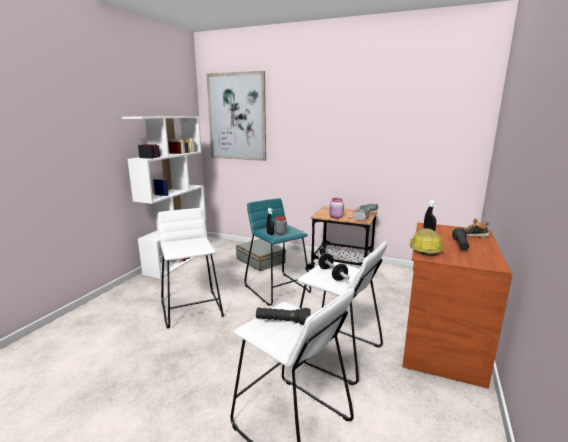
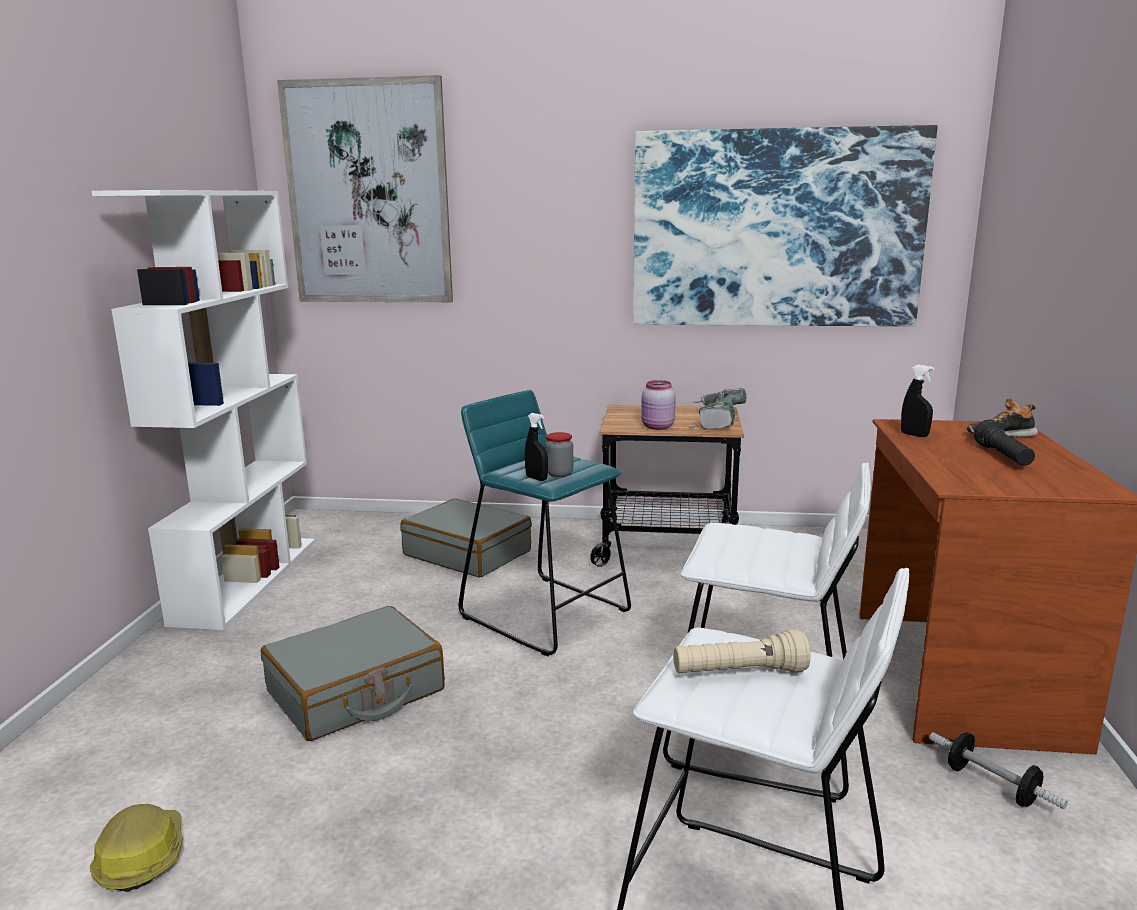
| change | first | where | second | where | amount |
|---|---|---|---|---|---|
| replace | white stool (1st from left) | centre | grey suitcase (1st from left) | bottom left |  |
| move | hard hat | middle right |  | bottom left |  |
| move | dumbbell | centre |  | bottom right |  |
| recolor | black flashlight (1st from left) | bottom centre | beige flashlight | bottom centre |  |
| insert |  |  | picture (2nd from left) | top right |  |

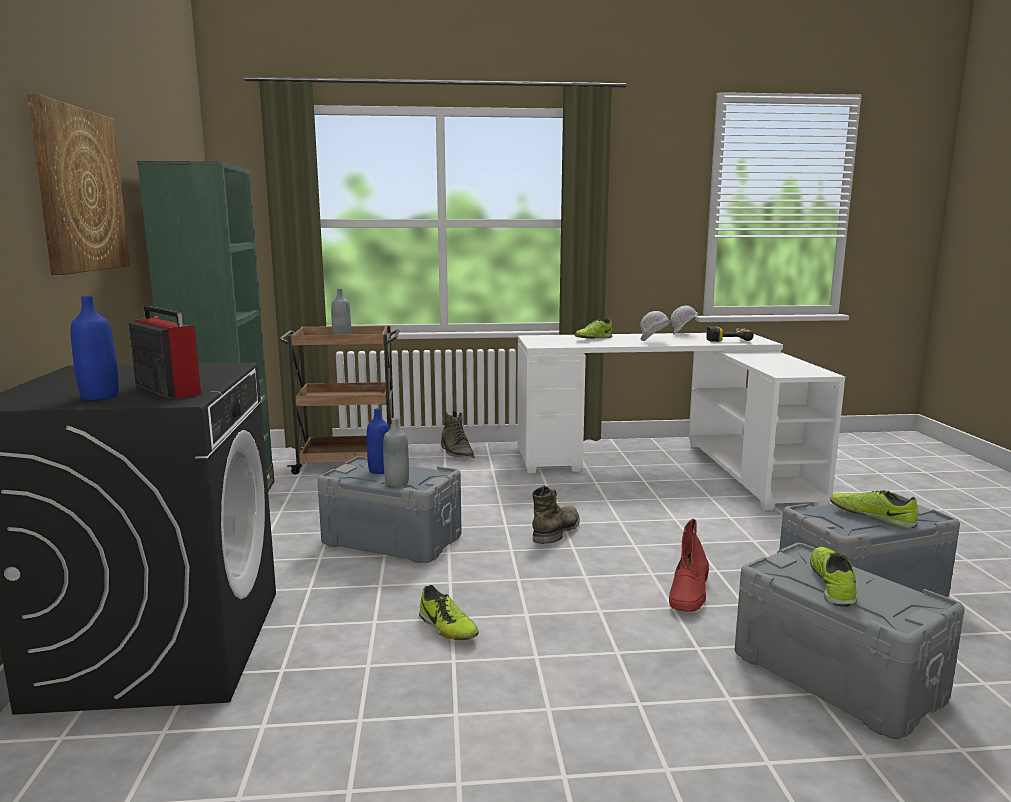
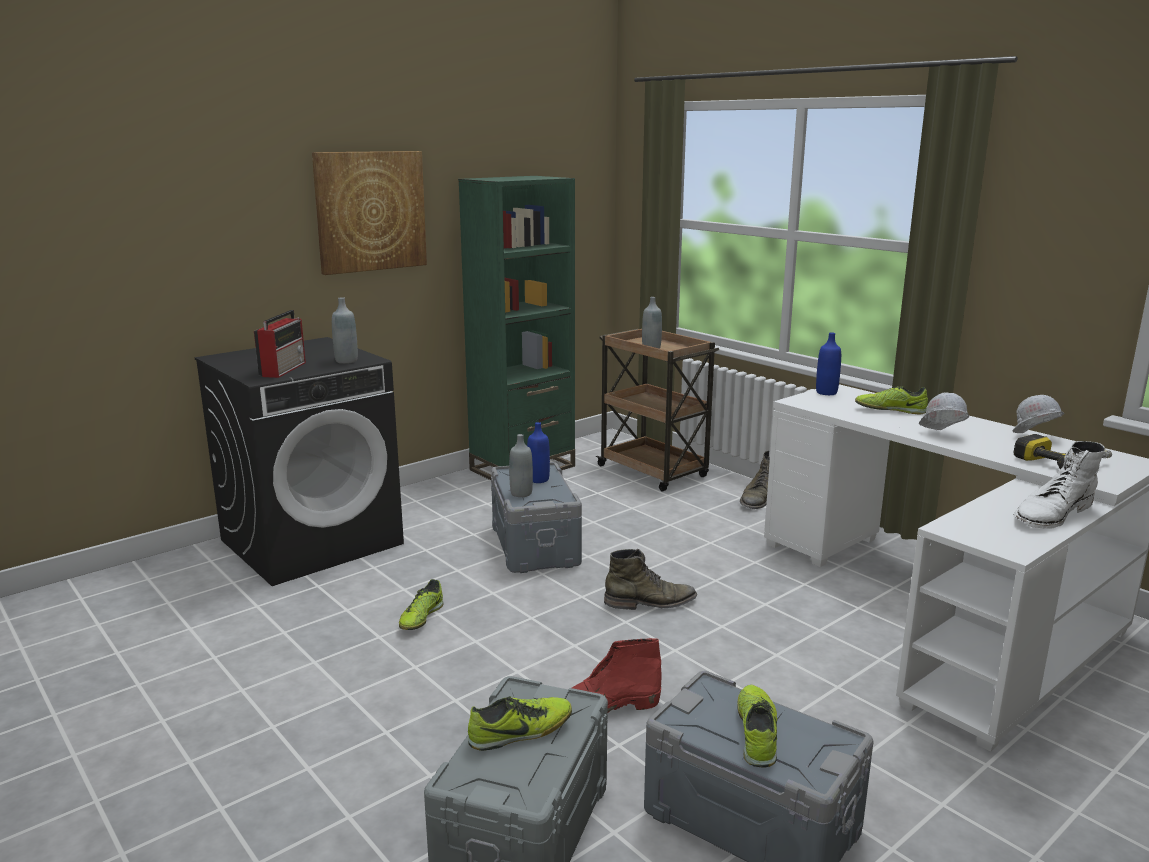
| change | first | where | second | where | amount |
|---|---|---|---|---|---|
| move | blue bottle (1st from left in the first image) | middle left | blue bottle (2nd from left) | middle right |  |
| insert |  |  | grey bottle (1st from left) | middle left |  |
| insert |  |  | white boot | middle right |  |

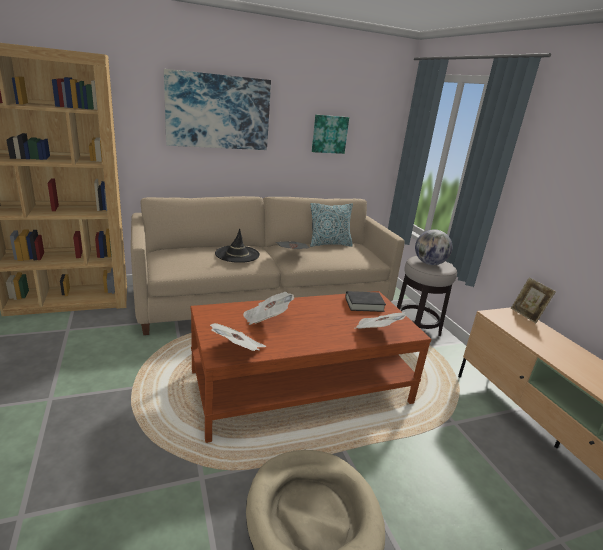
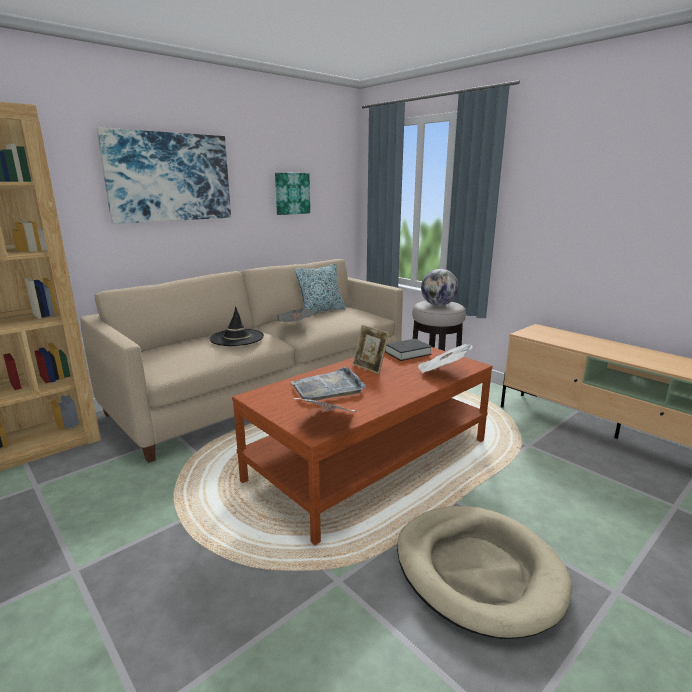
| change | first | where | second | where | amount |
|---|---|---|---|---|---|
| move | picture frame | middle right |  | centre |  |
| replace | newspaper (2nd from left) | centre | grey tray | centre |  |

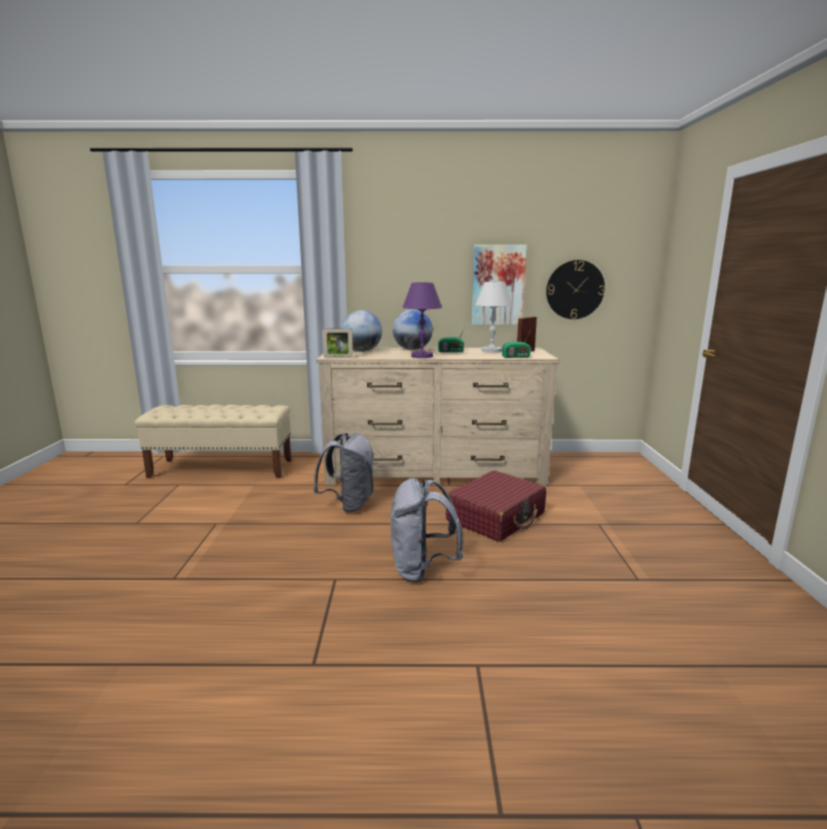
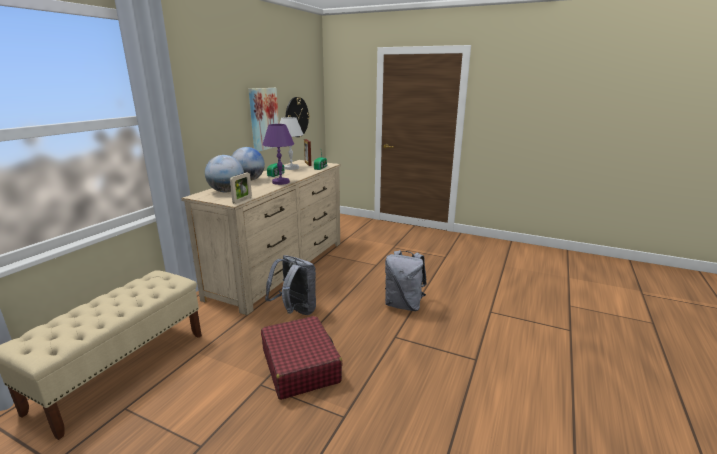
| change | first | where | second | where | amount |
|---|---|---|---|---|---|
| move | red suitcase | centre |  | bottom centre |  |

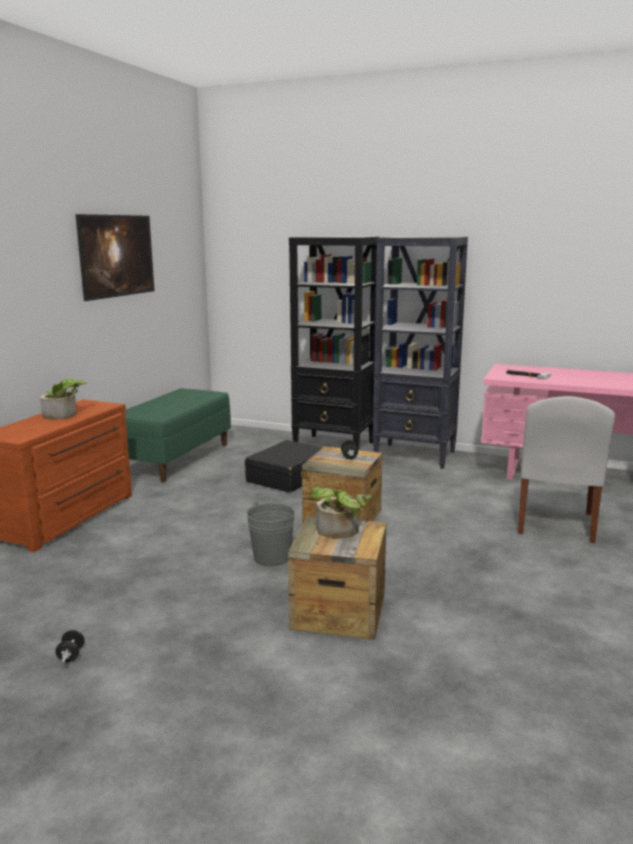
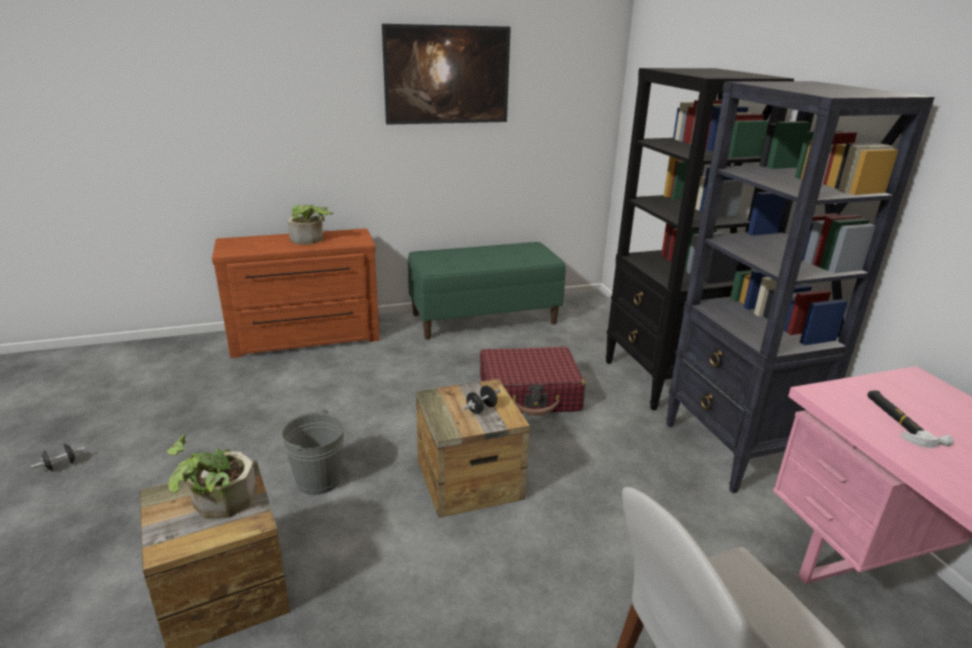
| change | first | where | second | where | amount |
|---|---|---|---|---|---|
| recolor | black suitcase | centre | red suitcase | centre |  |

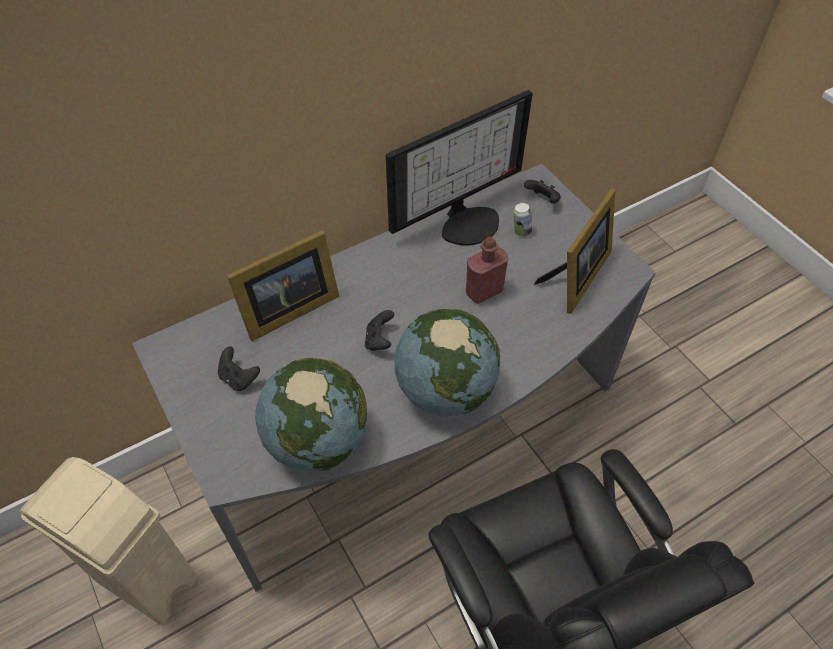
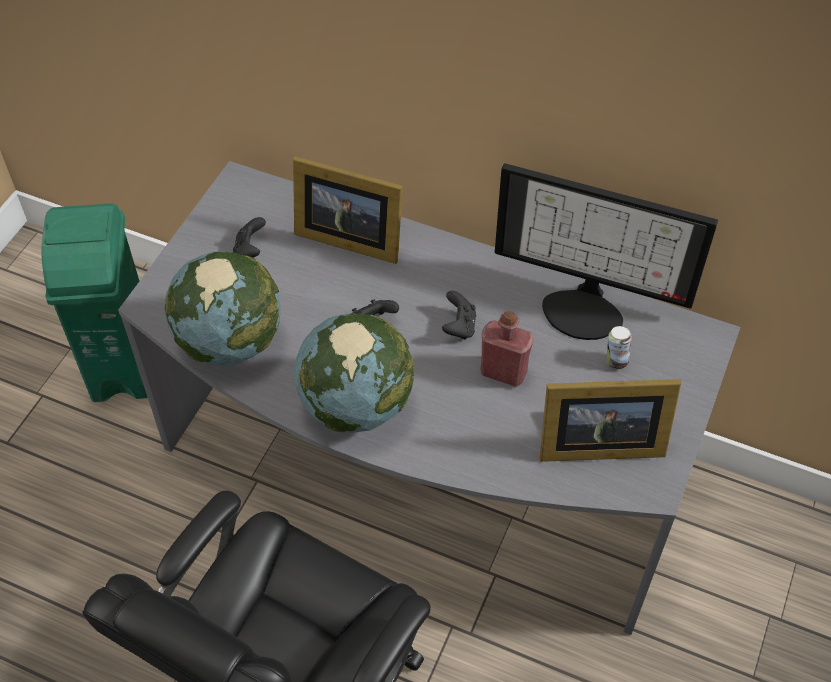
| change | first | where | second | where | amount |
|---|---|---|---|---|---|
| move | black game controller (3rd from left) | top centre |  | centre |  |
| recolor | beige trash can | bottom left | green trash can | middle left |  |

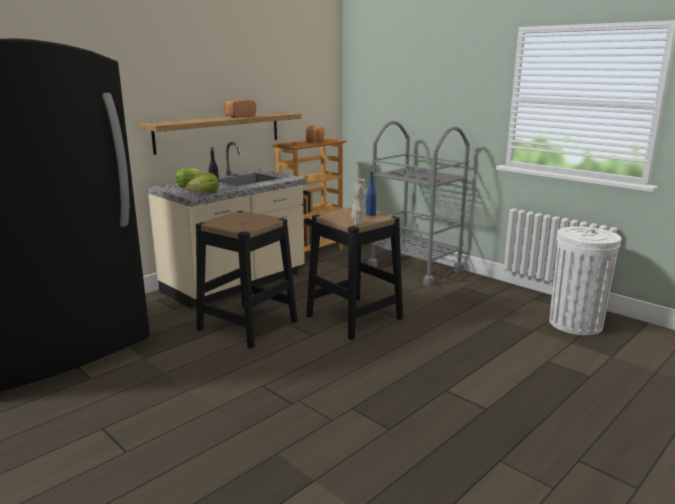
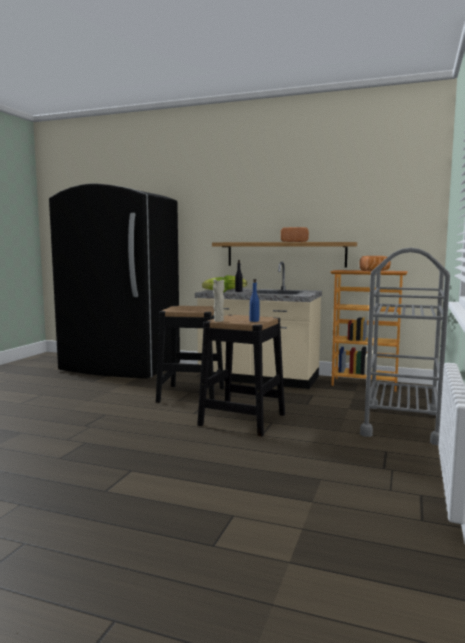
| change | first | where | second | where | amount |
|---|---|---|---|---|---|
| delete | white trash can | middle right |  |  |  |

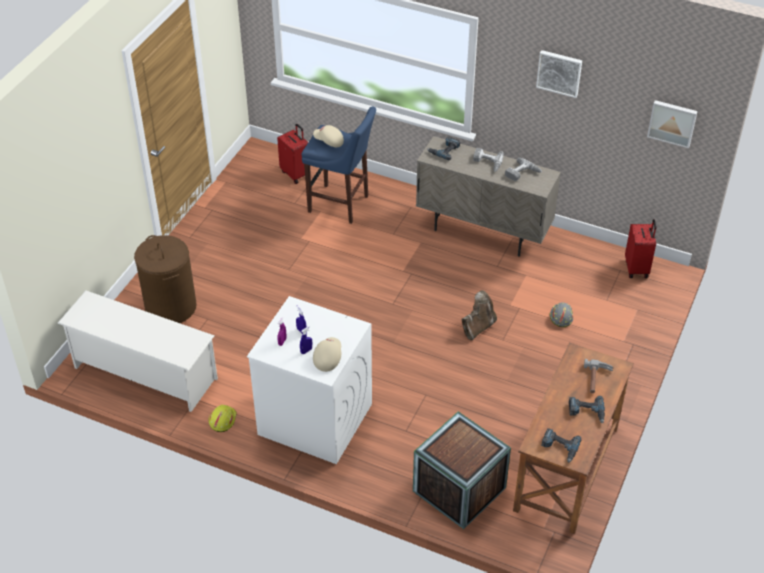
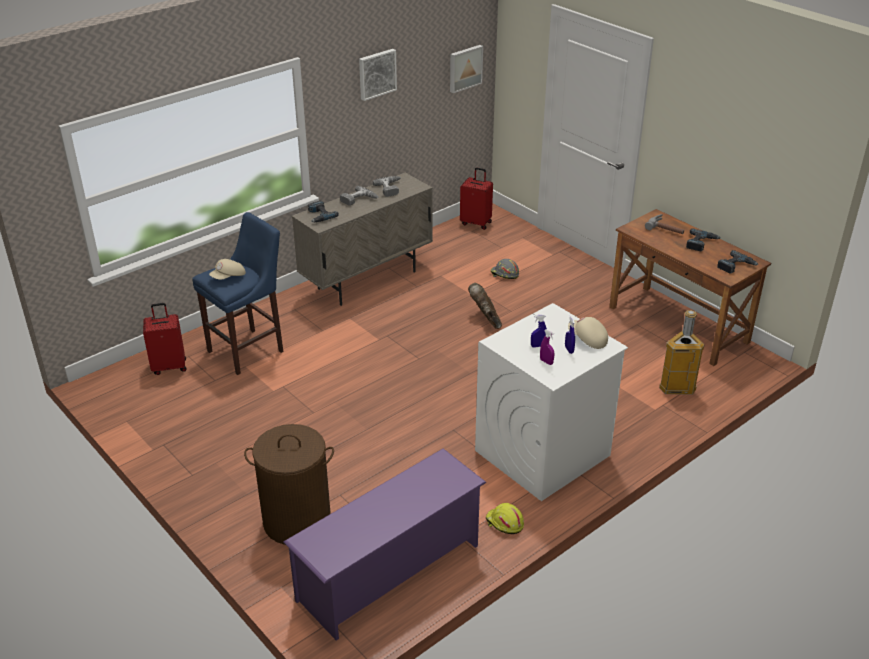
| change | first | where | second | where | amount |
|---|---|---|---|---|---|
| recolor | white shoe rack | middle left | purple shoe rack | bottom centre |  |
| replace | crate | bottom centre | trash can | middle right |  |

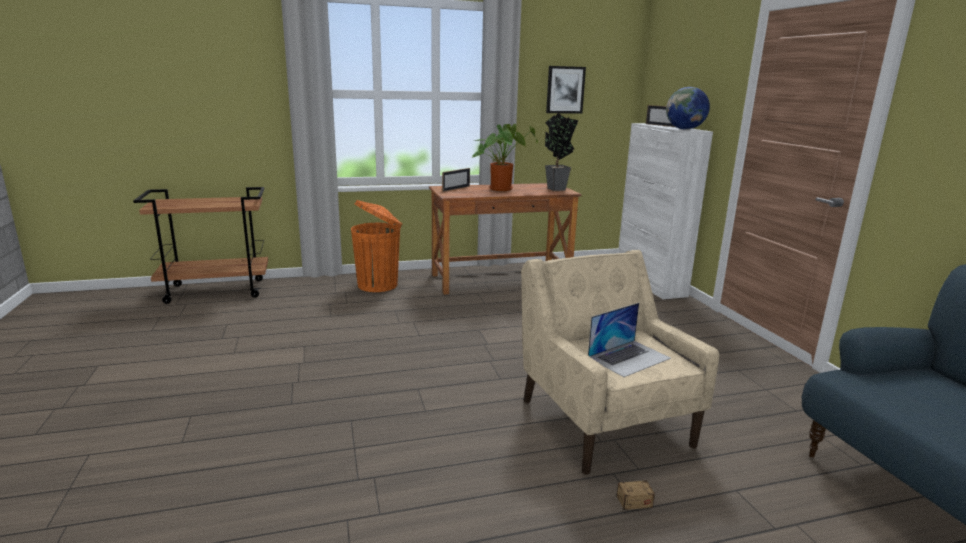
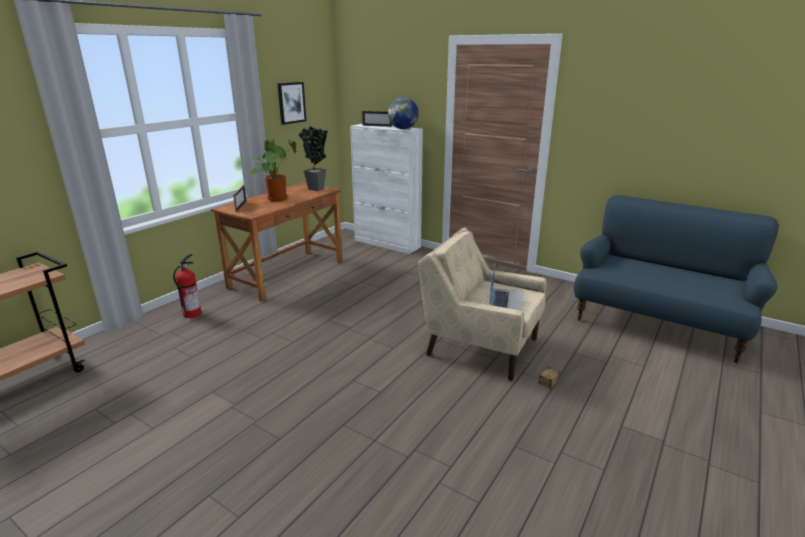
| change | first | where | second | where | amount |
|---|---|---|---|---|---|
| replace | orange trash can | centre | fire extinguisher | middle left |  |

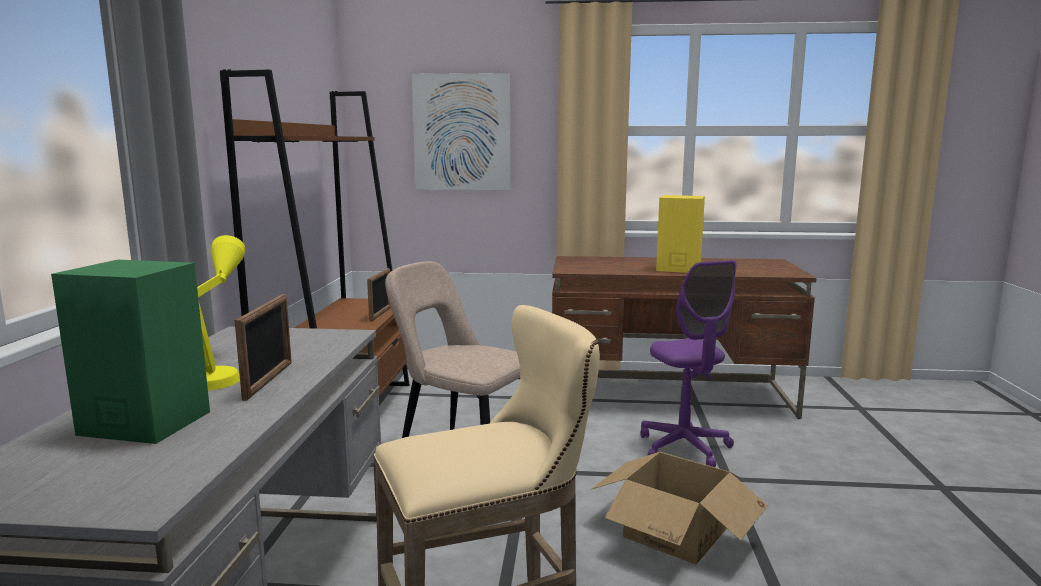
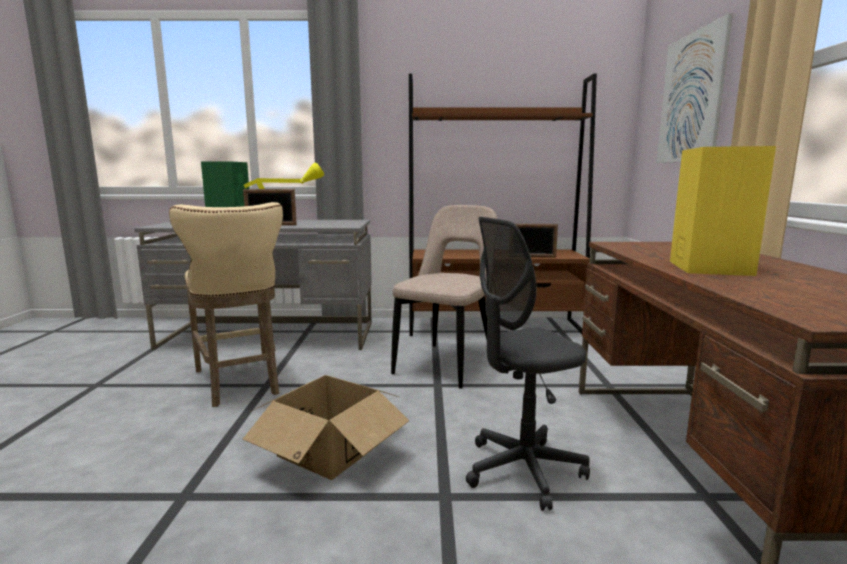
| change | first | where | second | where | amount |
|---|---|---|---|---|---|
| recolor | purple office chair | centre | grey office chair | centre |  |

